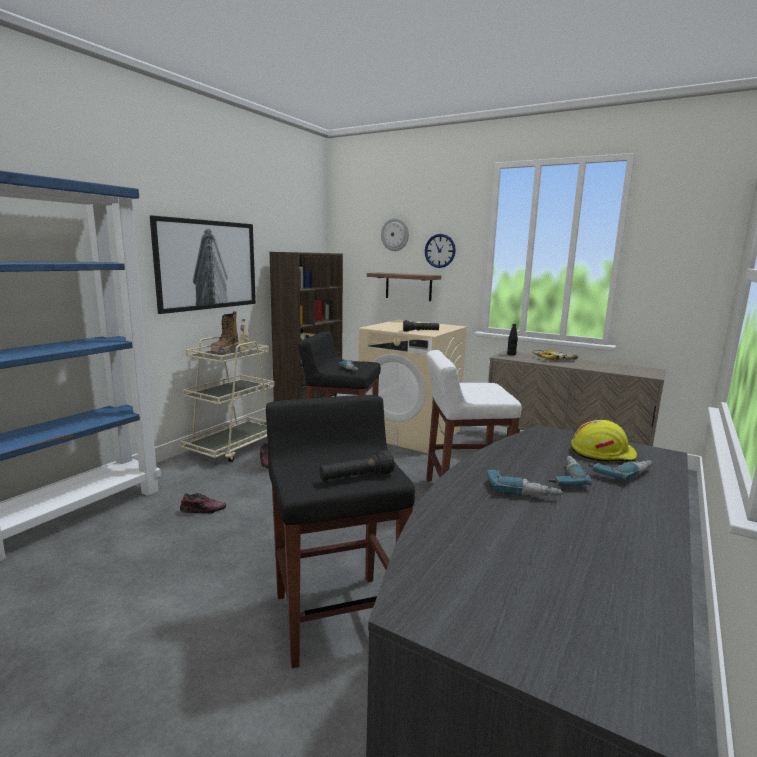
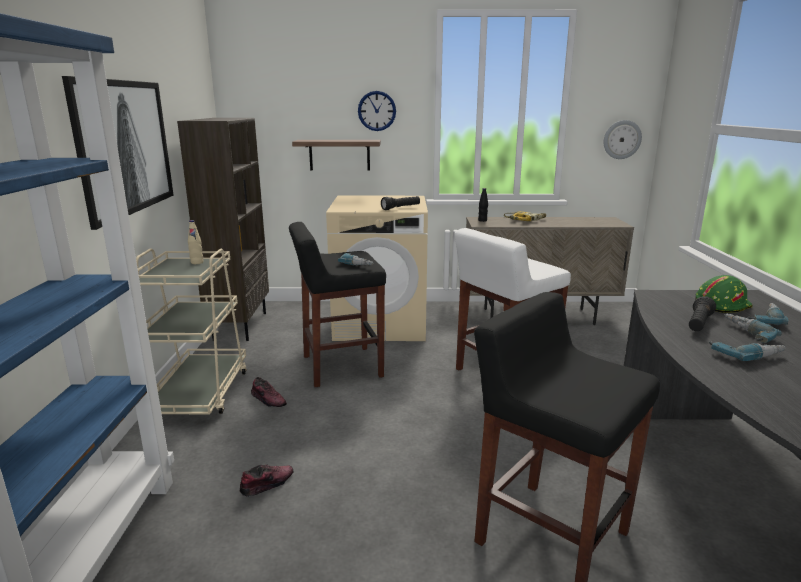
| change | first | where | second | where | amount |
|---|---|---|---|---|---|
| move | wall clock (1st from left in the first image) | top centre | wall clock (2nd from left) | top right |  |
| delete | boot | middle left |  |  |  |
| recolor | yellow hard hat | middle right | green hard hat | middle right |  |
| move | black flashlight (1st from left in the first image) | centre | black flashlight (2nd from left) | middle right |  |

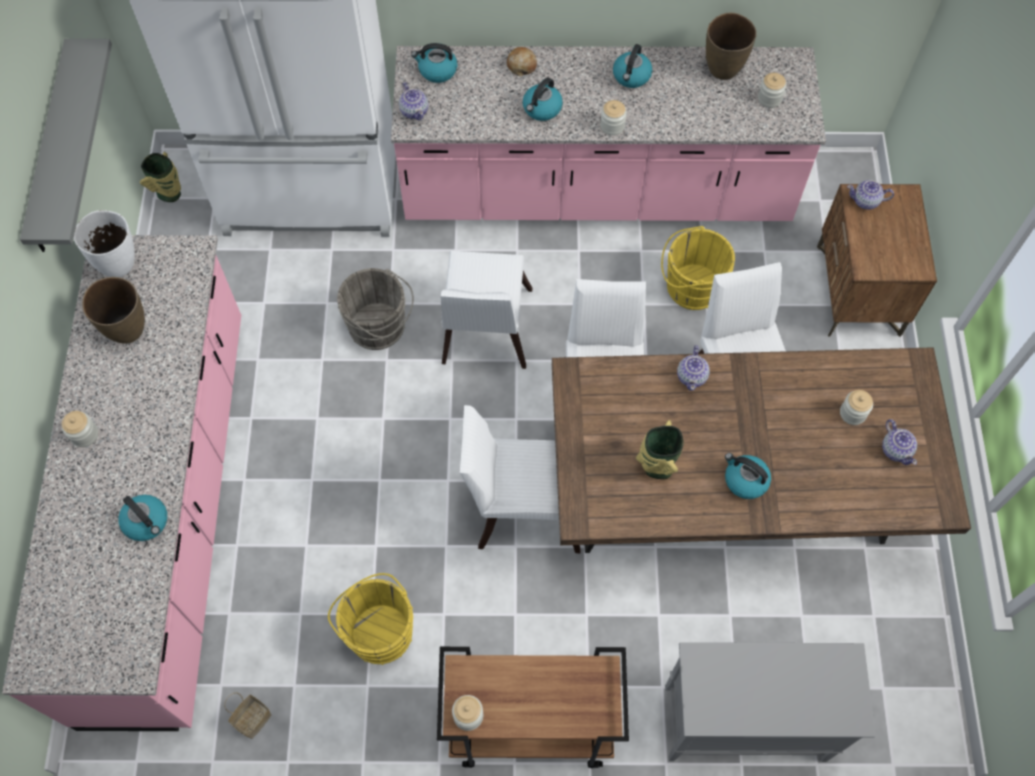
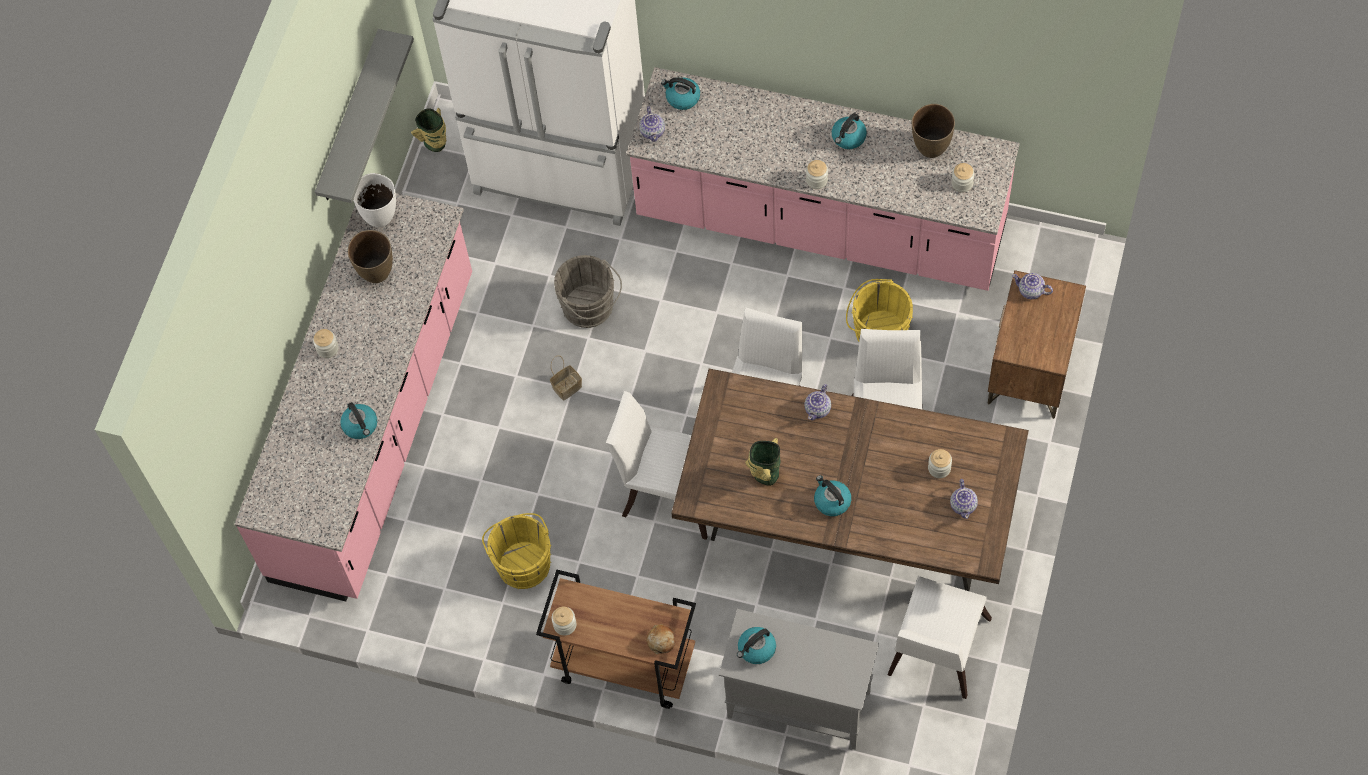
| change | first | where | second | where | amount |
|---|---|---|---|---|---|
| move | bread | top centre |  | bottom centre |  |
| move | kettle (3rd from left) | top centre |  | bottom centre |  |
| move | white chair (1st from left in the first image) | centre | white chair (4th from left) | bottom right |  |
| move | basket | bottom left |  | centre |  |

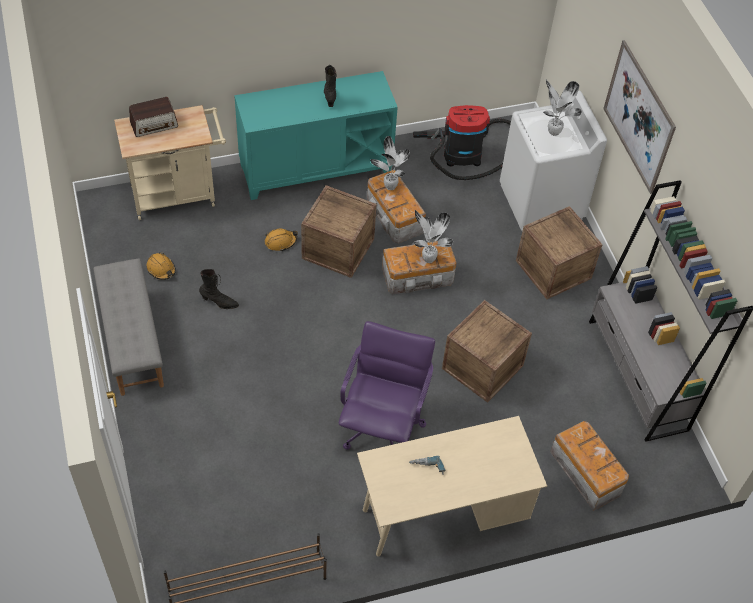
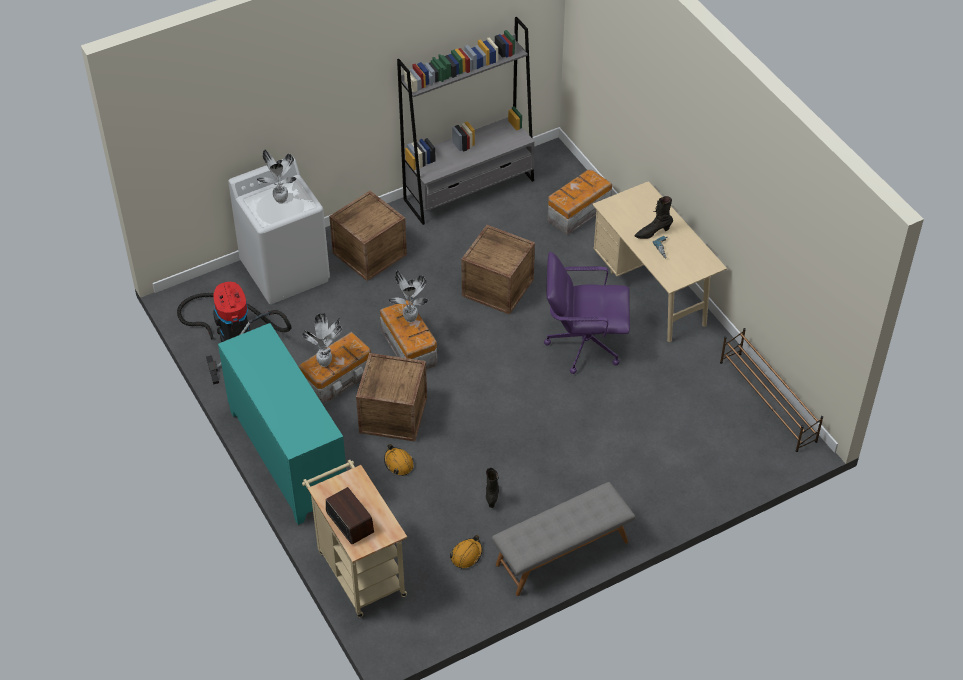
| change | first | where | second | where | amount |
|---|---|---|---|---|---|
| delete | picture | top right |  |  |  |
| move | black boot (2nd from left) | top centre |  | top right |  |

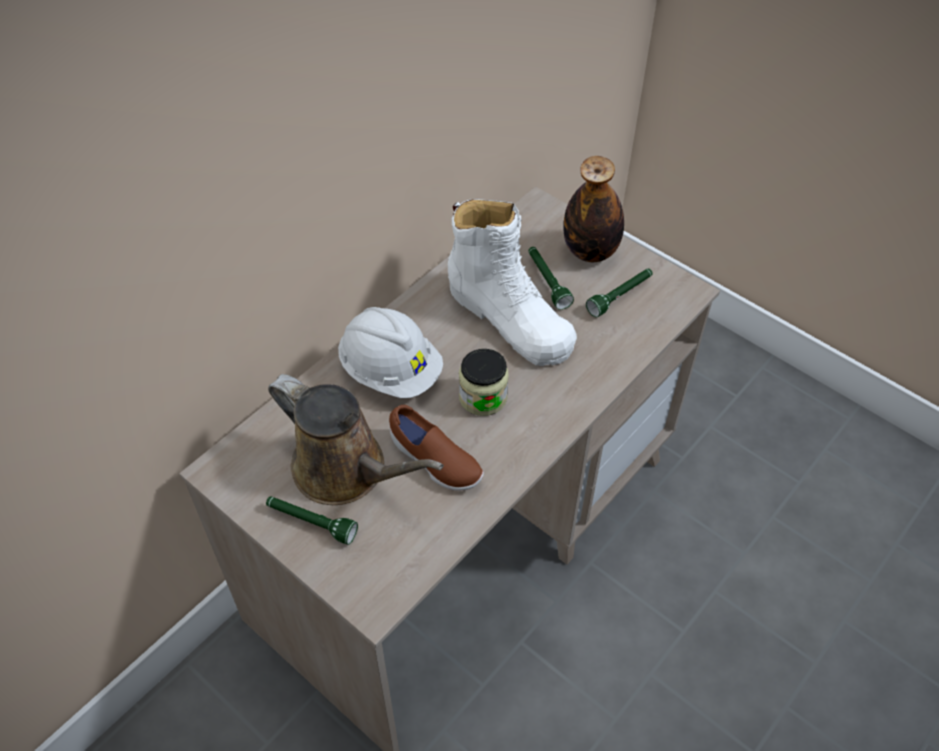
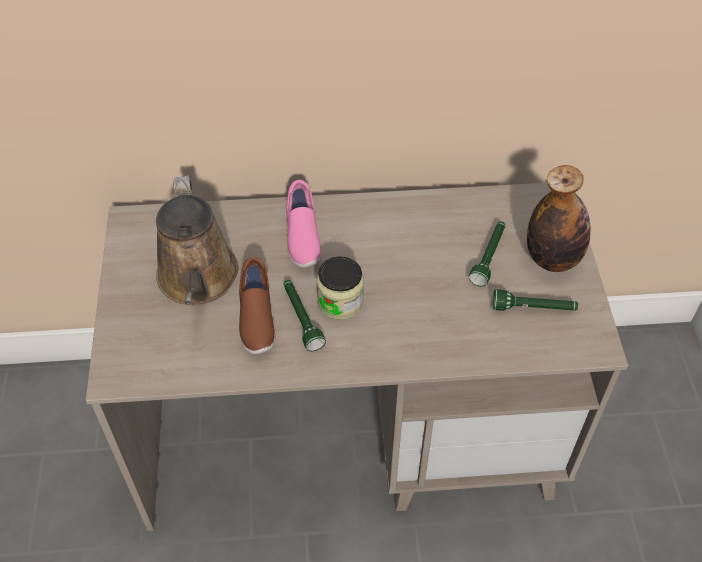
| change | first | where | second | where | amount |
|---|---|---|---|---|---|
| delete | white boot | centre |  |  |  |
| replace | white hard hat | centre | pink shoe | centre |  |
| move | green flashlight (1st from left) | bottom left |  | centre |  |

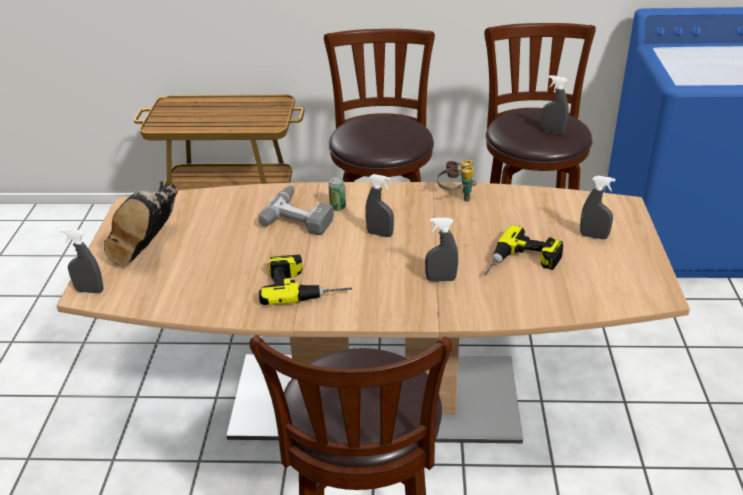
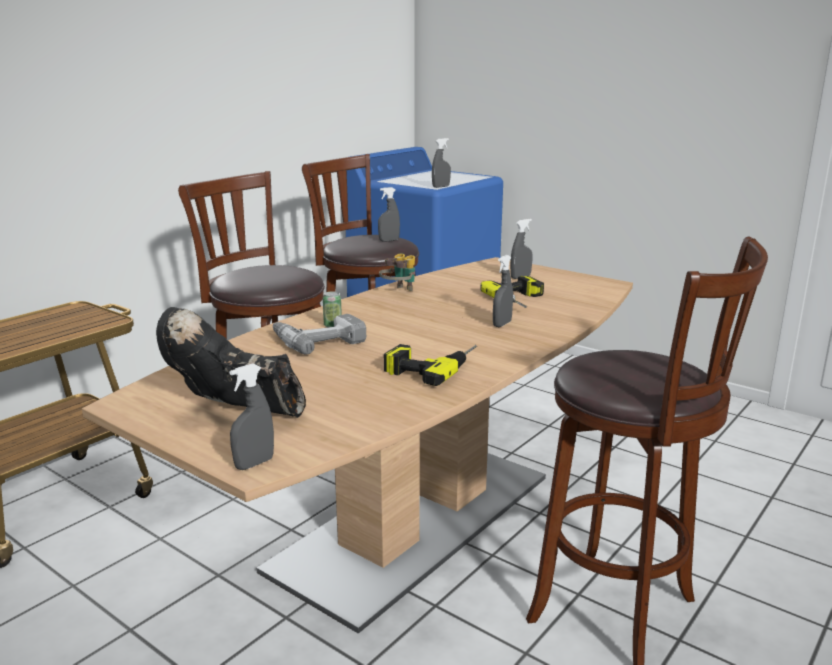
| change | first | where | second | where | amount |
|---|---|---|---|---|---|
| move | grey spray bottle (2nd from left in the first image) | centre | grey spray bottle (3rd from left) | top centre |  |
| rotate | black boot | middle left |  | middle left | 150 degrees clockwise |

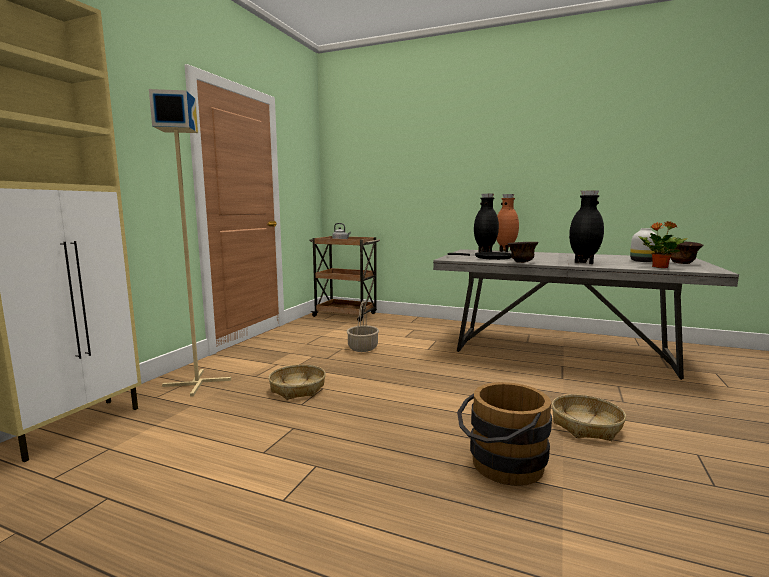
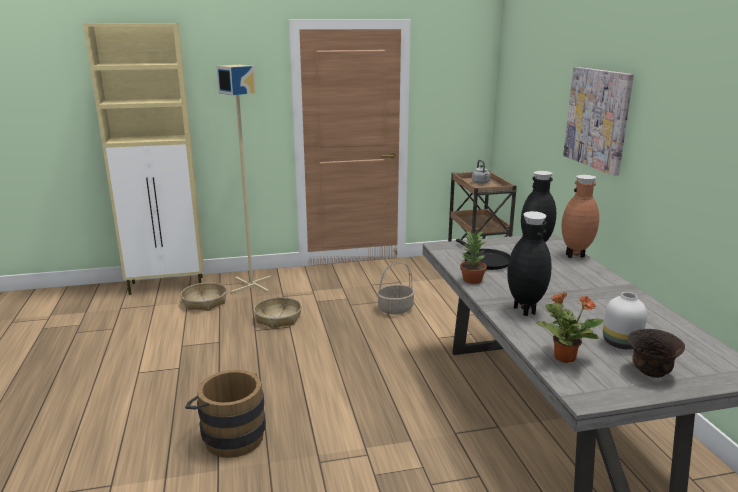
| change | first | where | second | where | amount |
|---|---|---|---|---|---|
| replace | brown bowl (1st from left) | middle right | potted plant (1st from left) | centre |  |
| move | basket (3rd from left in the first image) | bottom right | basket (1st from left) | middle left |  |
| insert |  |  | picture | top right |  |

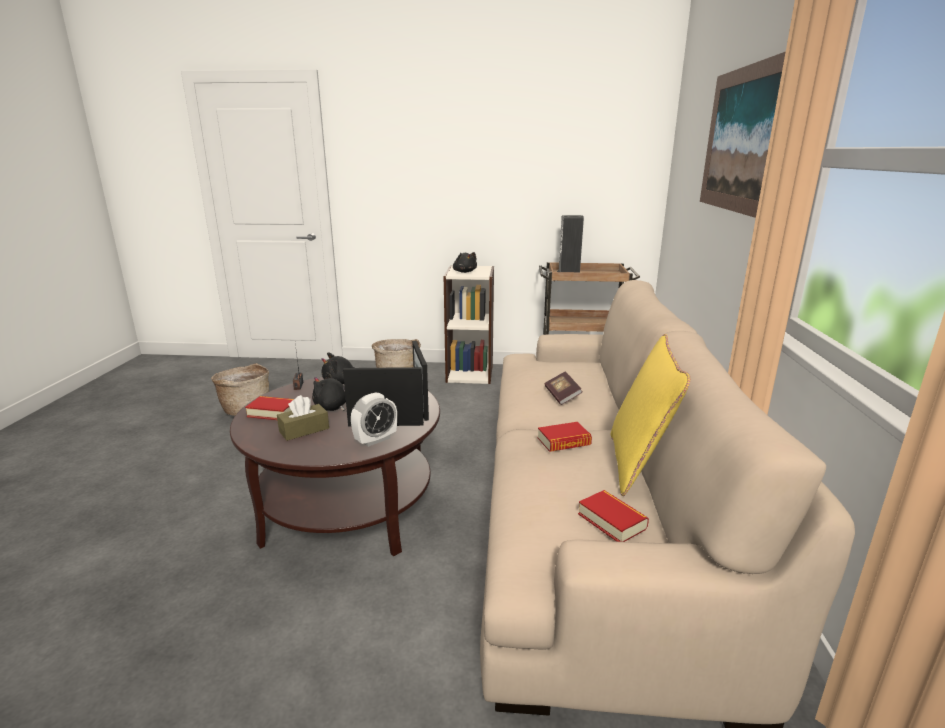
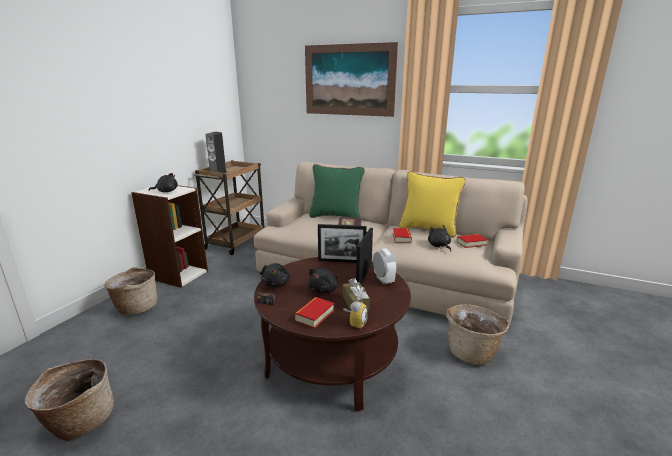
| change | first | where | second | where | amount |
|---|---|---|---|---|---|
| insert |  |  | green pillow | centre |  |
| insert |  |  | black plush toy (4th from left) | centre |  |
| insert |  |  | alarm clock (1st from left) | bottom centre |  |
| insert |  |  | basket (3rd from left) | bottom right |  |

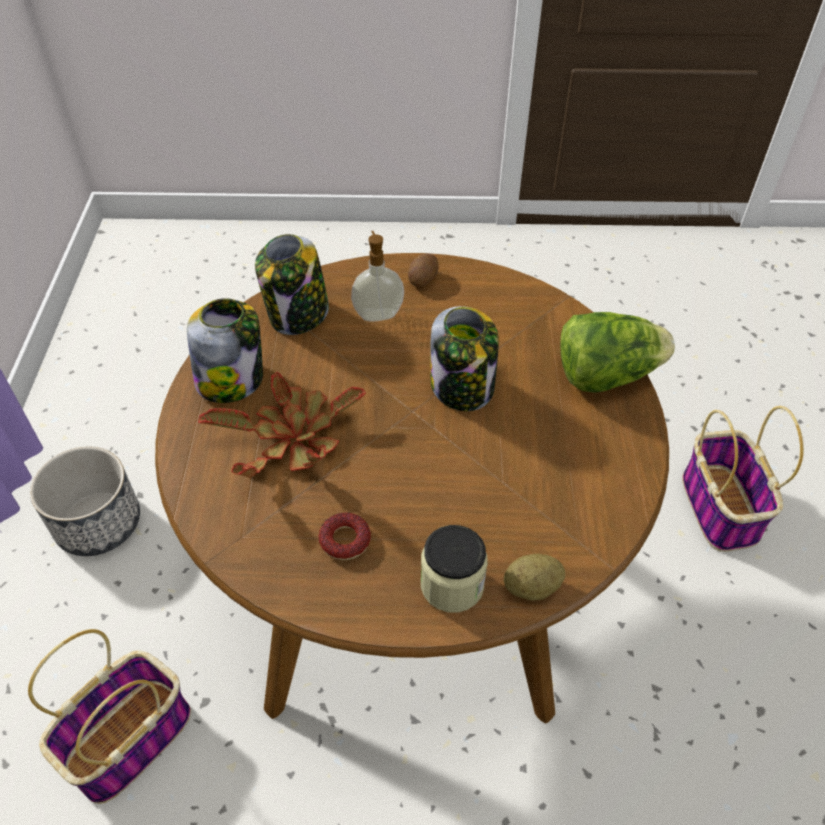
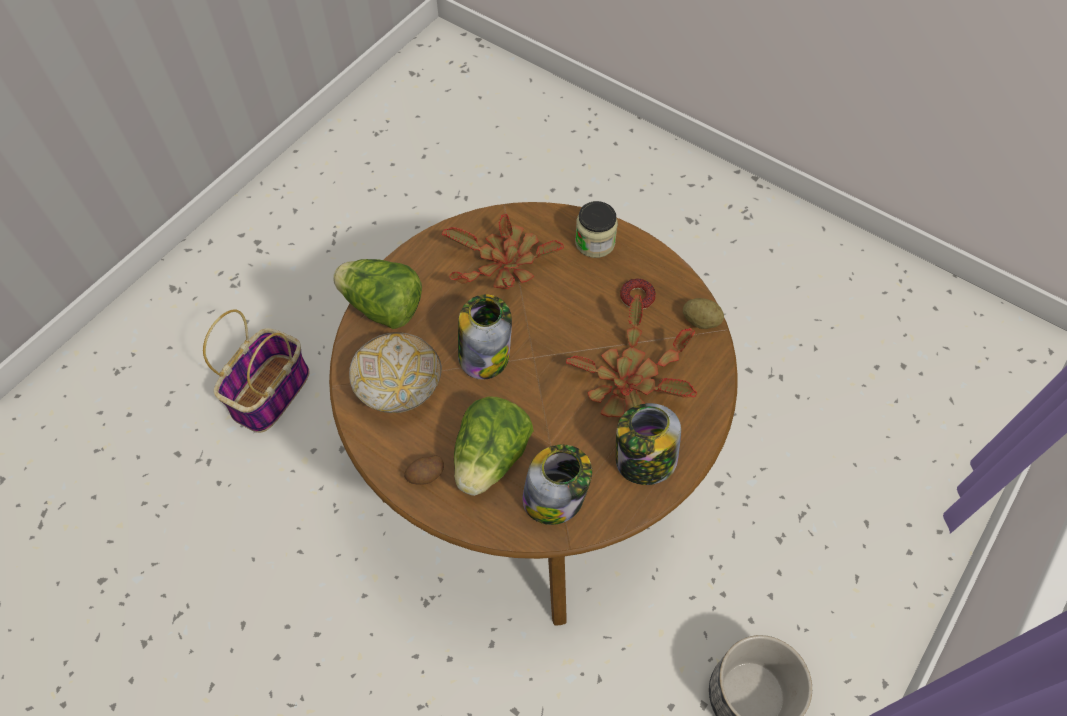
| change | first | where | second | where | amount |
|---|---|---|---|---|---|
| replace | soap dispenser | centre | lettuce (2nd from left) | centre |  |
| move | potato (2nd from left) | bottom centre |  | centre |  |
| delete | basket (1st from left) | bottom left |  |  |  |
| insert |  |  | potted plant (1st from left) | centre |  |
| insert |  |  | bowl | centre |  |

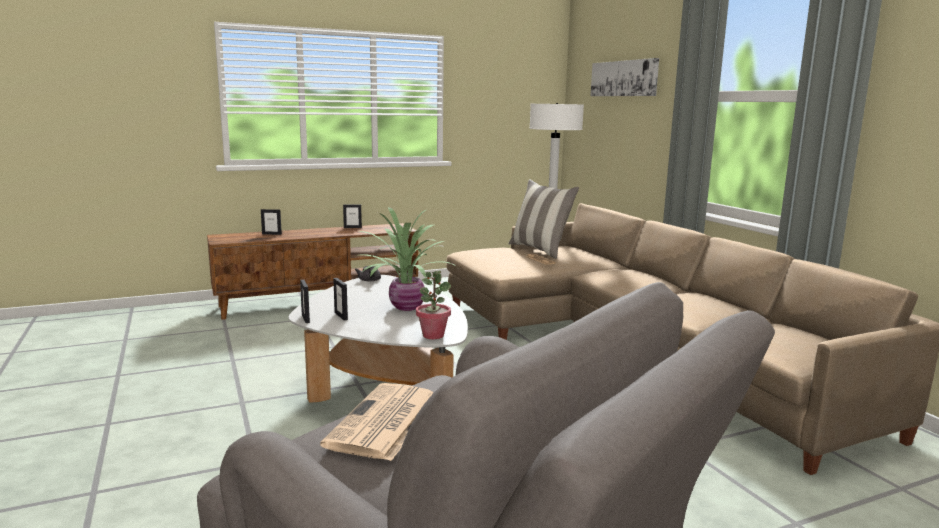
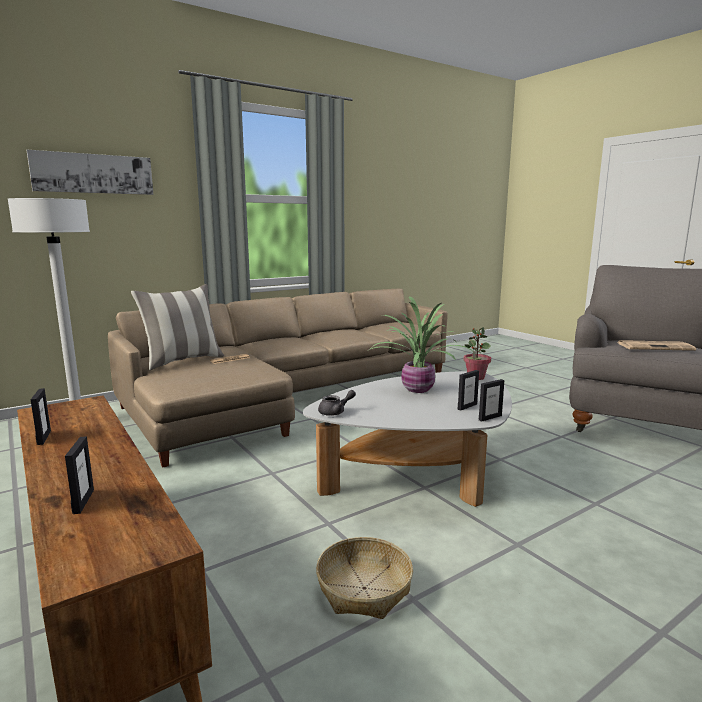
| change | first | where | second | where | amount |
|---|---|---|---|---|---|
| insert |  |  | basket | bottom centre |  |

